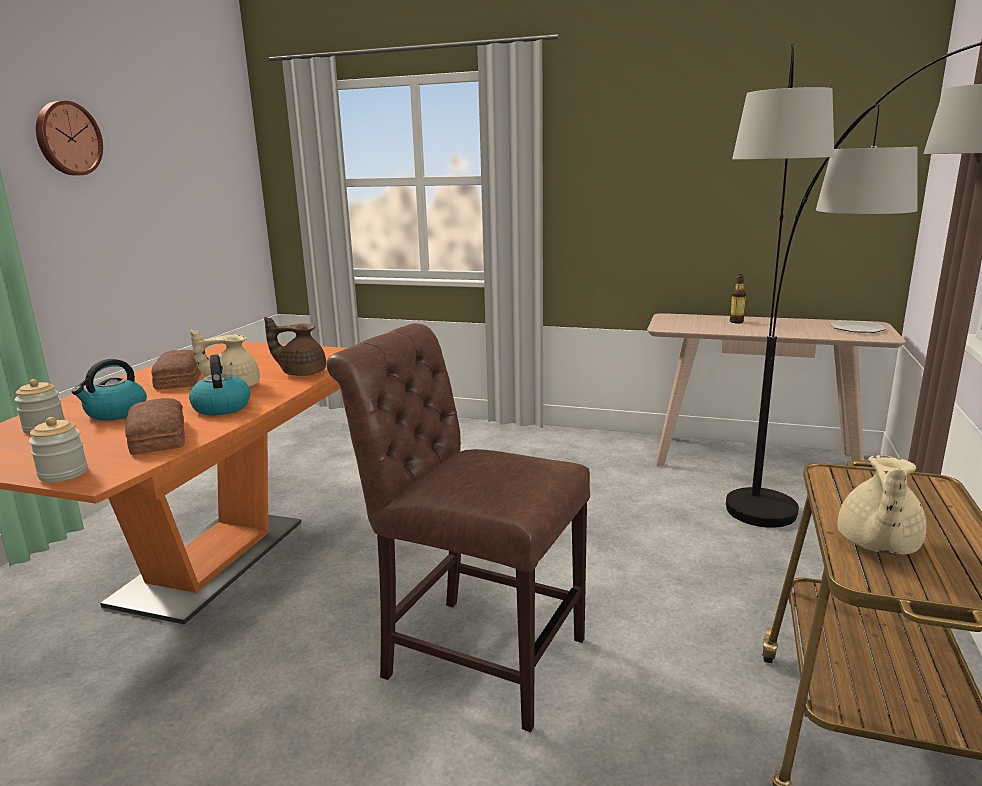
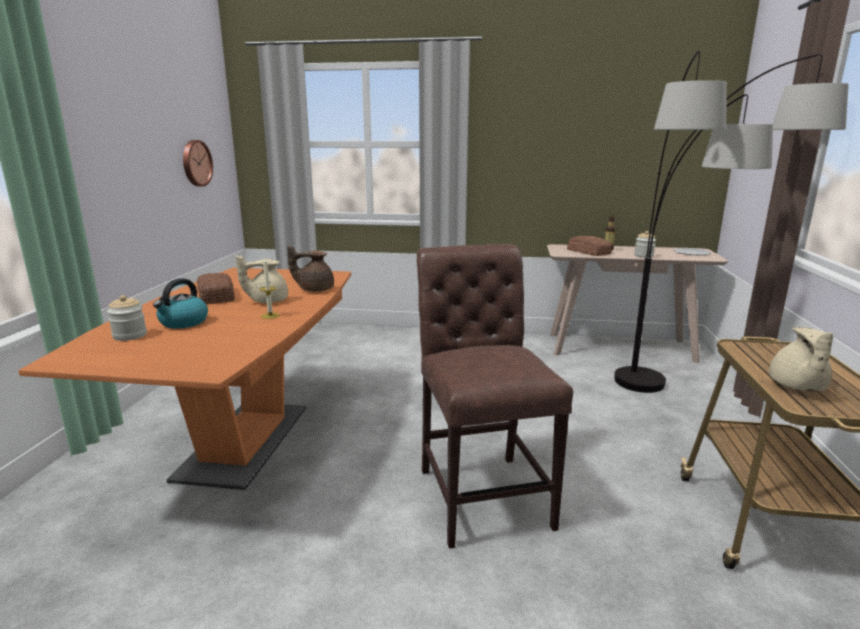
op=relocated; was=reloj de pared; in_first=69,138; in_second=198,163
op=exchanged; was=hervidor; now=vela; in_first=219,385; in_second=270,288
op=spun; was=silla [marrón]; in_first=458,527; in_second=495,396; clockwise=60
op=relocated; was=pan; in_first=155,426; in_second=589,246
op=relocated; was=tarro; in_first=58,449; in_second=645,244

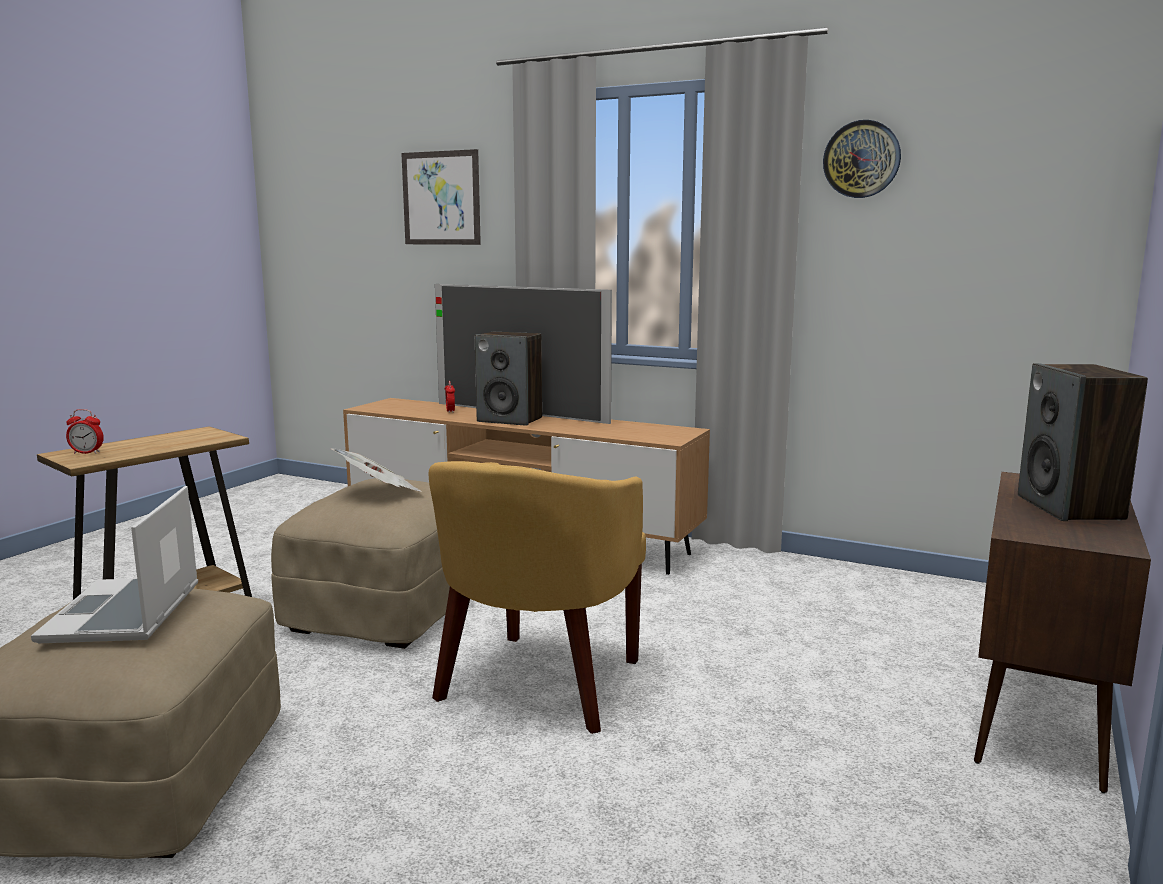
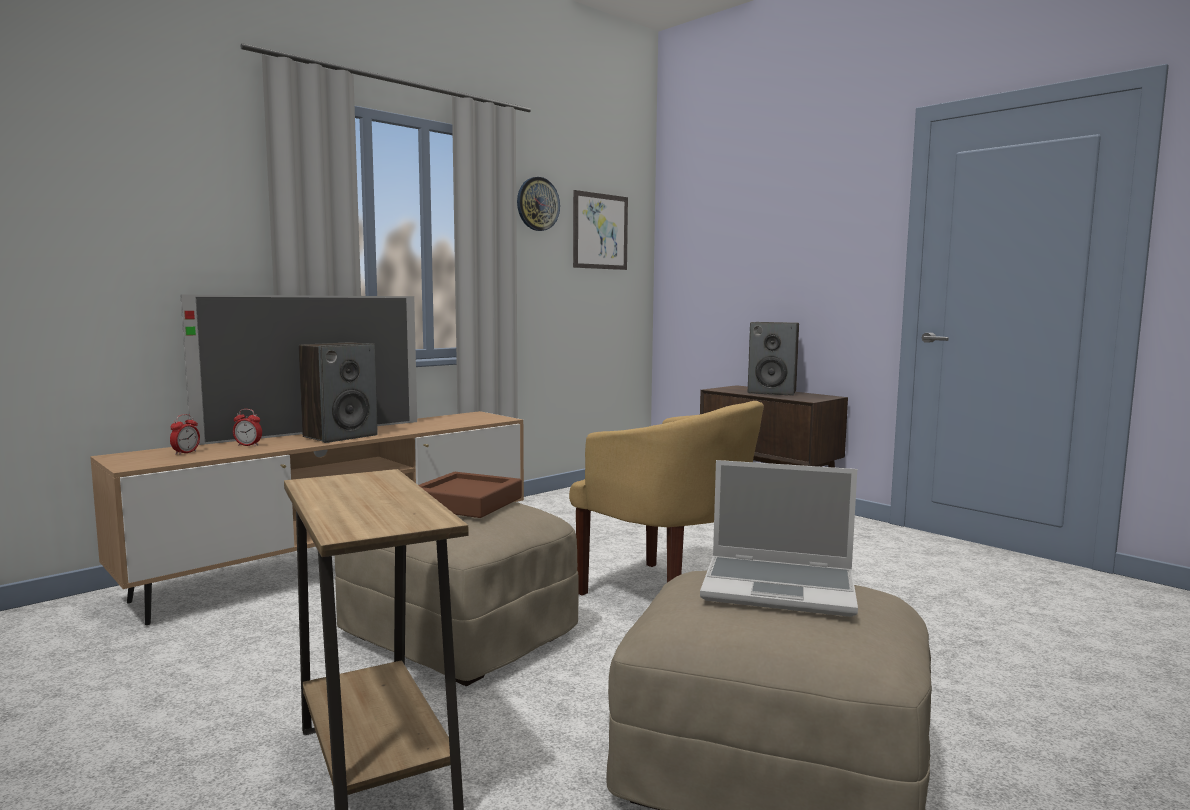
op=relocated; was=despertador; in_first=85,431; in_second=185,434
op=exchanged; was=periódico; now=bandeja [marrón]; in_first=377,470; in_second=470,495
op=relocated; was=cuadro; in_first=441,197; in_second=600,230

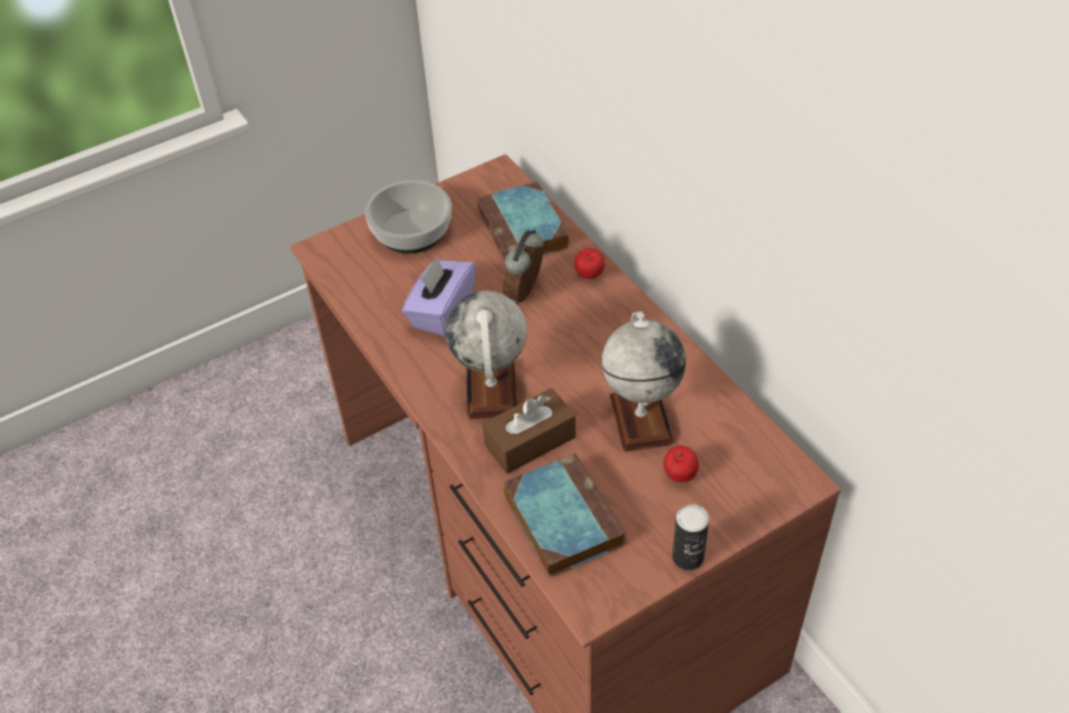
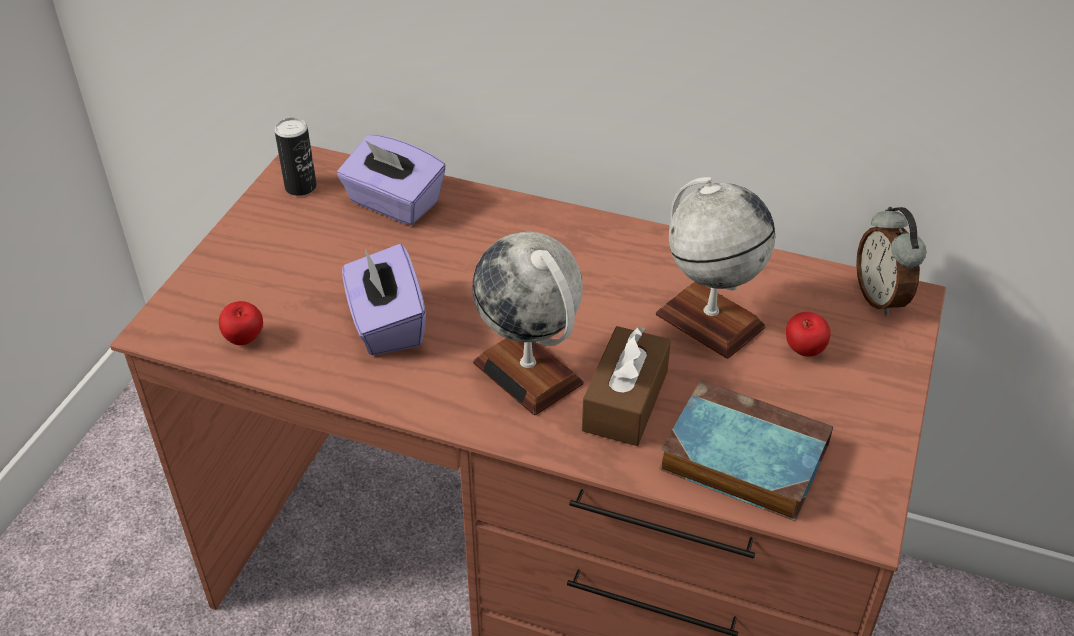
op=relocated; was=manzana; in_first=589,263; in_second=241,323
op=relocated; was=lata; in_first=690,537; in_second=295,157
op=exchanged; was=libro; now=caja de pañuelos [morado]; in_first=523,221; in_second=391,180
op=relocated; was=despertador; in_first=523,266; in_second=891,261
op=missing; was=cuenco; in_first=408,217

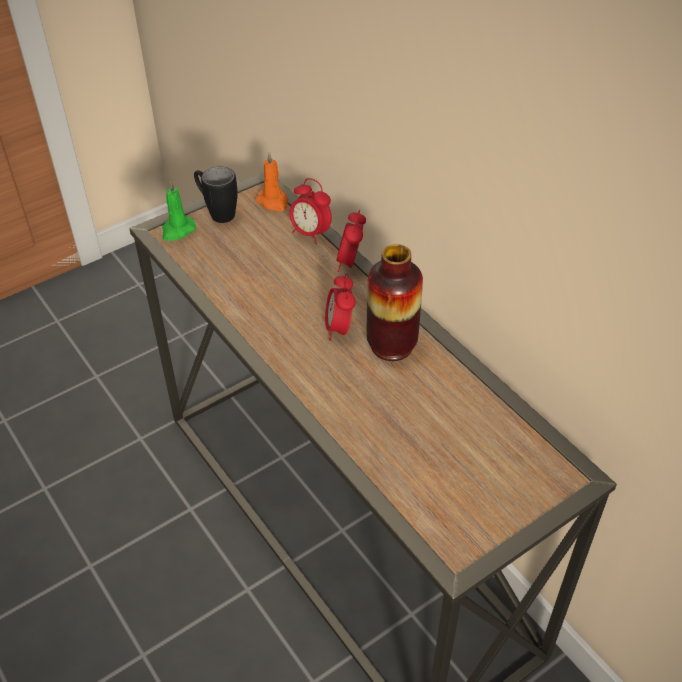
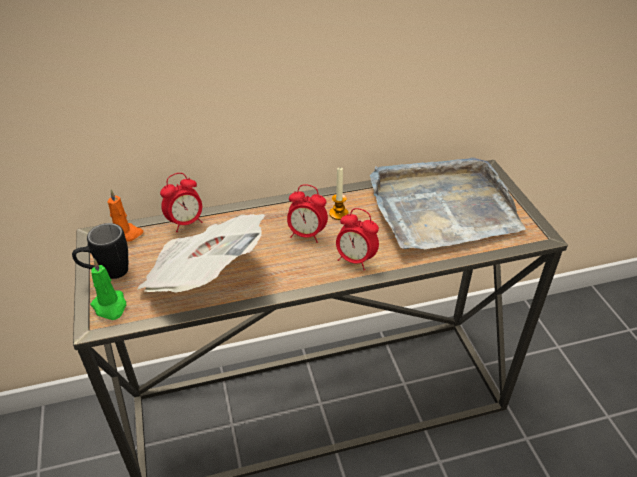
op=appeared; now=periódico; in_second=201,253
op=exchanged; was=florero; now=vela; in_first=395,302; in_second=339,194
op=relocated; was=despertador; in_first=351,241; in_second=357,239
op=appeared; now=bandeja [gris]; in_second=448,203

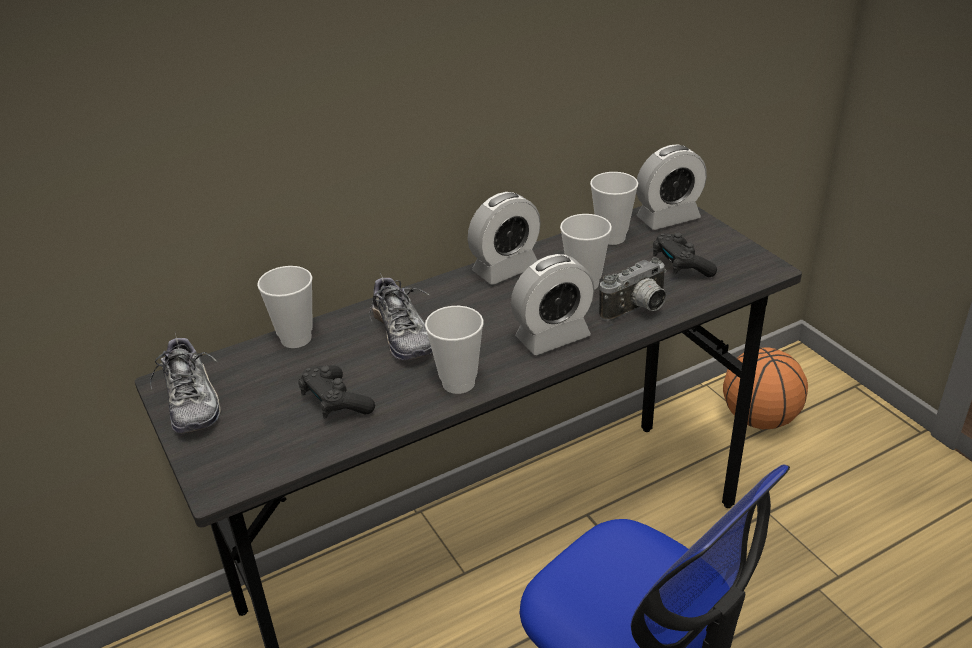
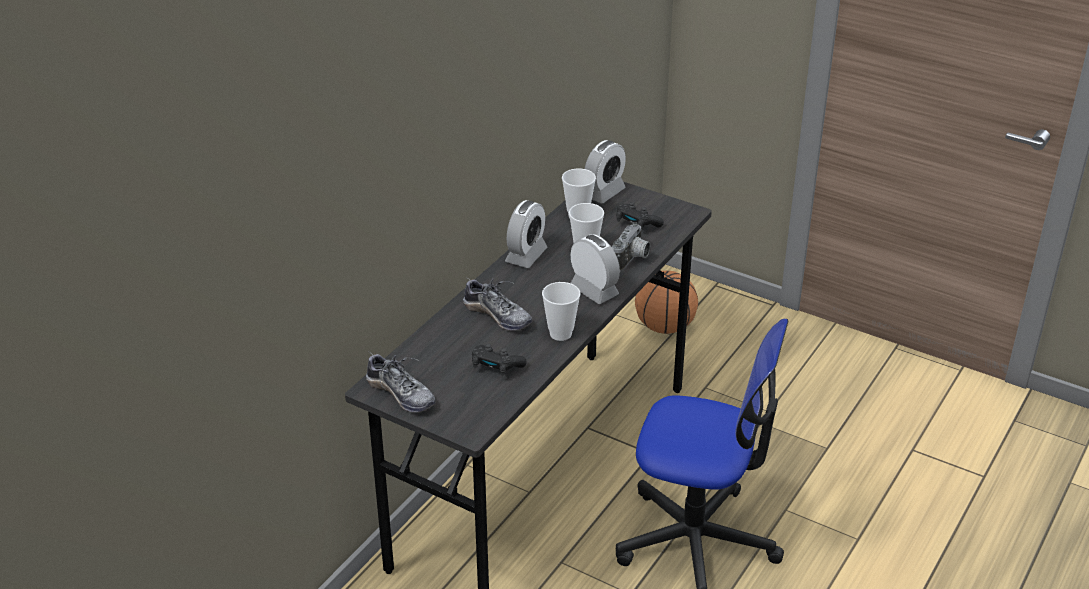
op=spun; was=despertador; in_first=552,304; in_second=595,269; clockwise=-75
op=missing; was=taza; in_first=285,307

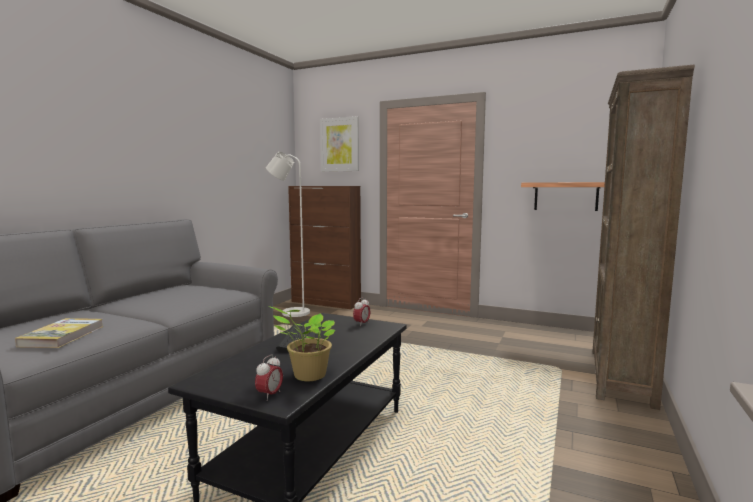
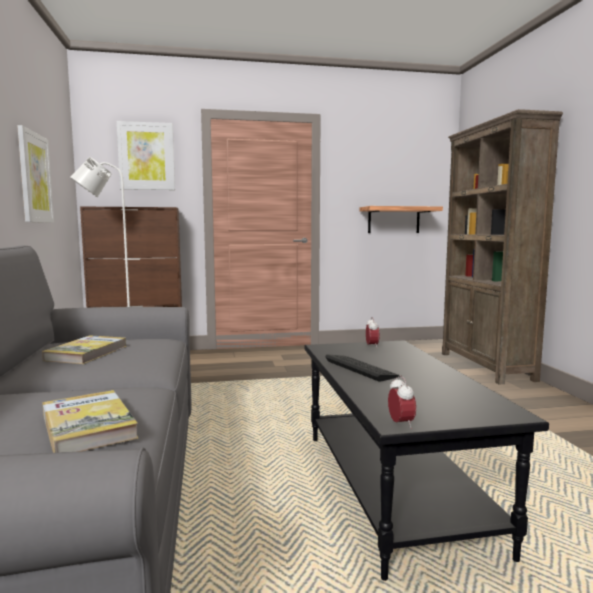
op=appeared; now=cuadro; in_second=35,174
op=appeared; now=libro; in_second=84,349
op=relocated; was=despertador; in_first=269,377; in_second=402,402
op=missing; was=planta en maceta; in_first=302,343

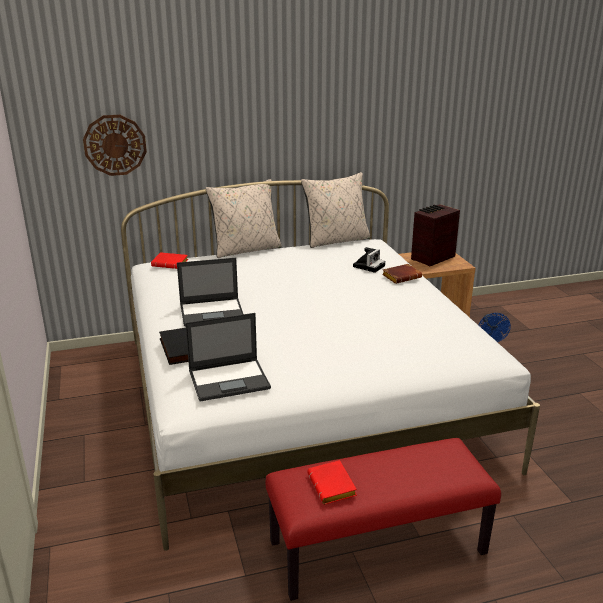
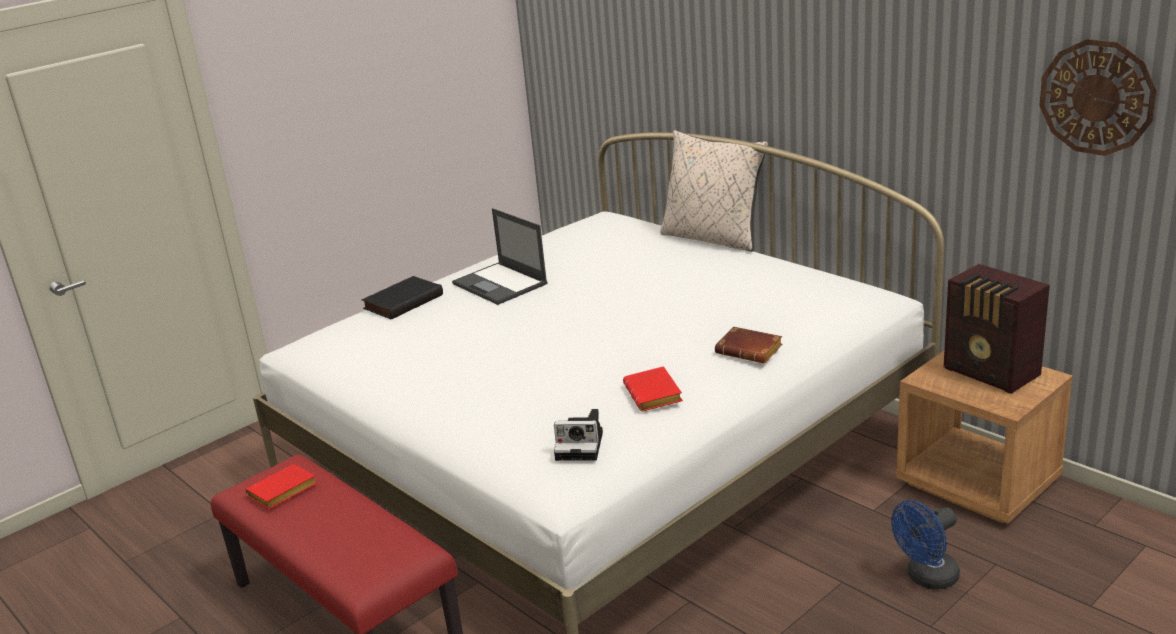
op=relocated; was=cámara; in_first=369,260; in_second=578,435
op=relocated; was=libro [rojo]; in_first=169,260; in_second=653,388
op=spun; was=radio; in_first=435,235; in_second=997,329; clockwise=-150
op=relocated; was=reloj de pared; in_first=115,145; in_second=1098,97
op=missing; was=portátil; in_first=228,357
op=missing; was=cojín [beis]; in_first=335,210

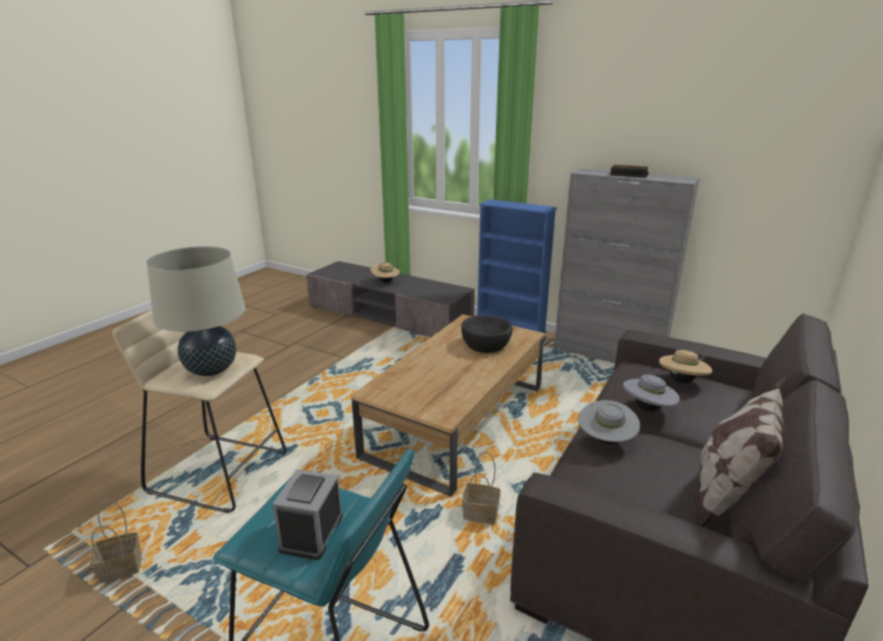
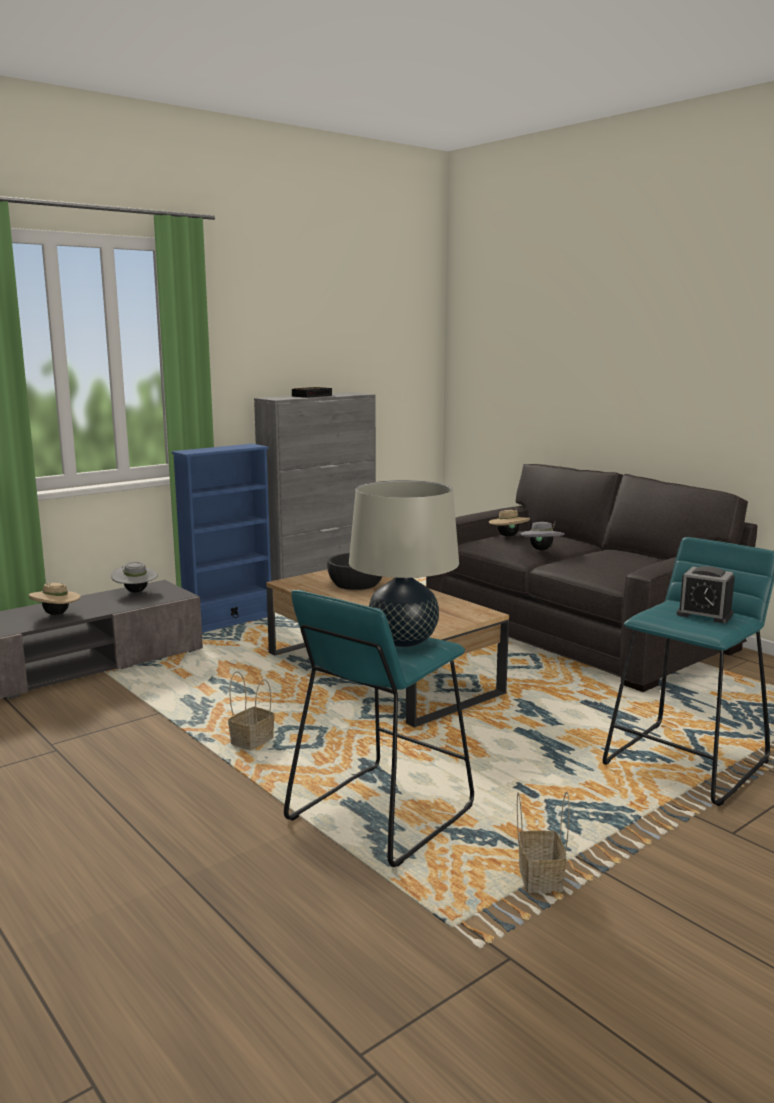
op=relocated; was=sombrero [gris]; in_first=609,422; in_second=134,577
op=relocated; was=cesta; in_first=481,488; in_second=251,710
op=colour; was=taburete [beis]; now=taburete [turquesa]; in_first=200,411; in_second=379,728
op=missing; was=cojín; in_first=740,451

